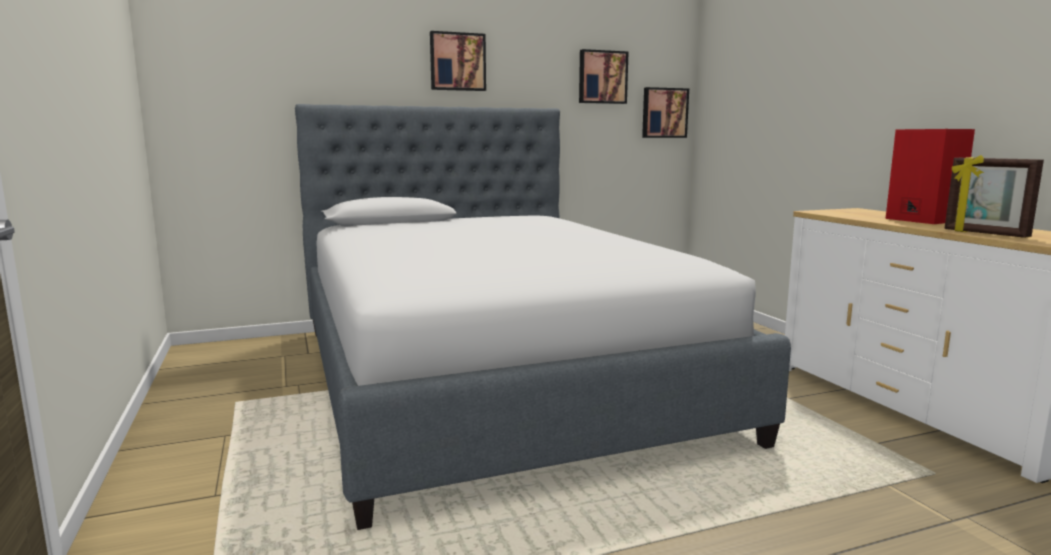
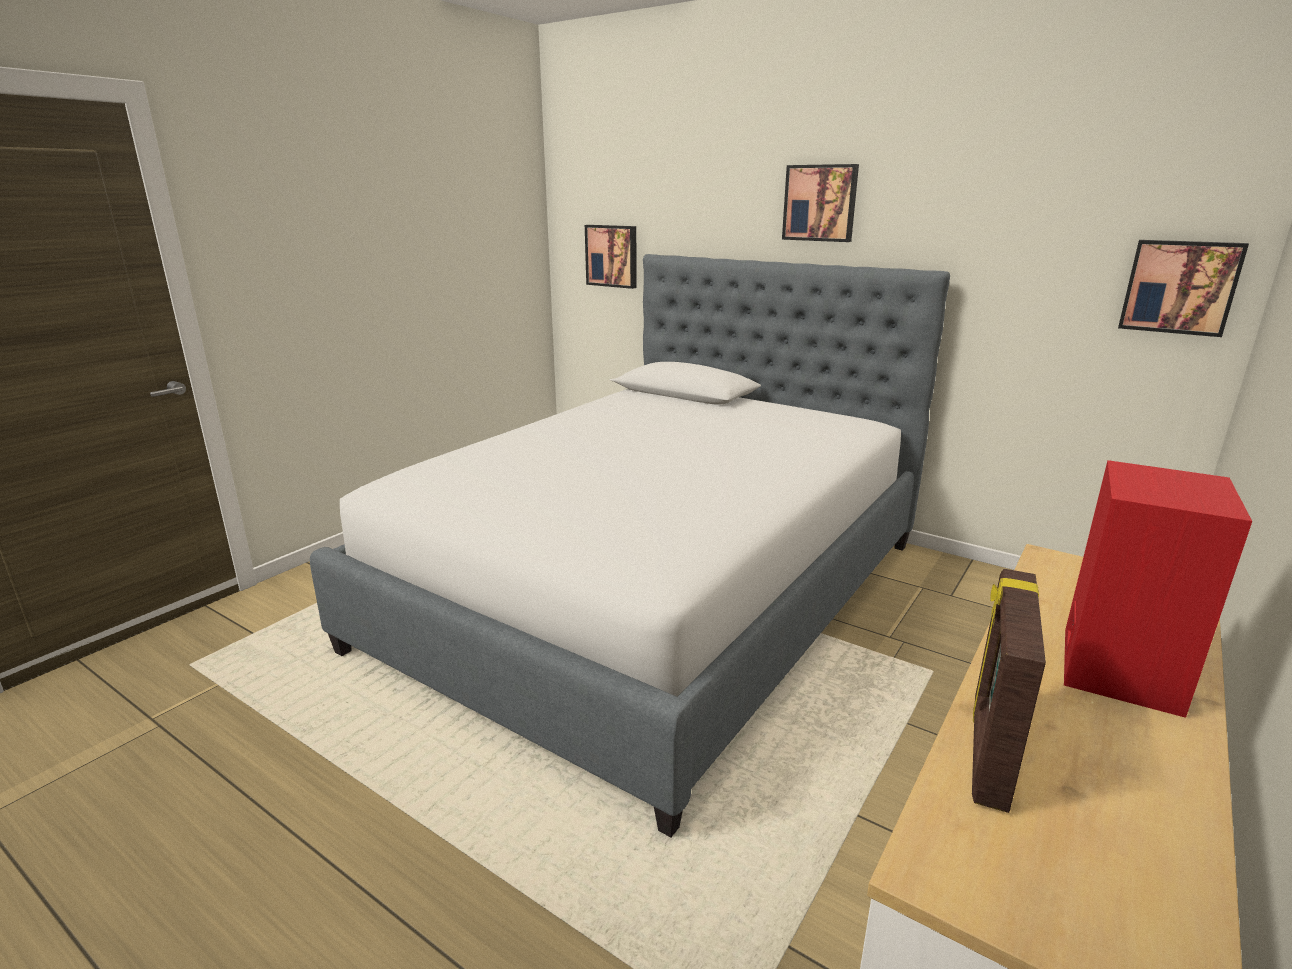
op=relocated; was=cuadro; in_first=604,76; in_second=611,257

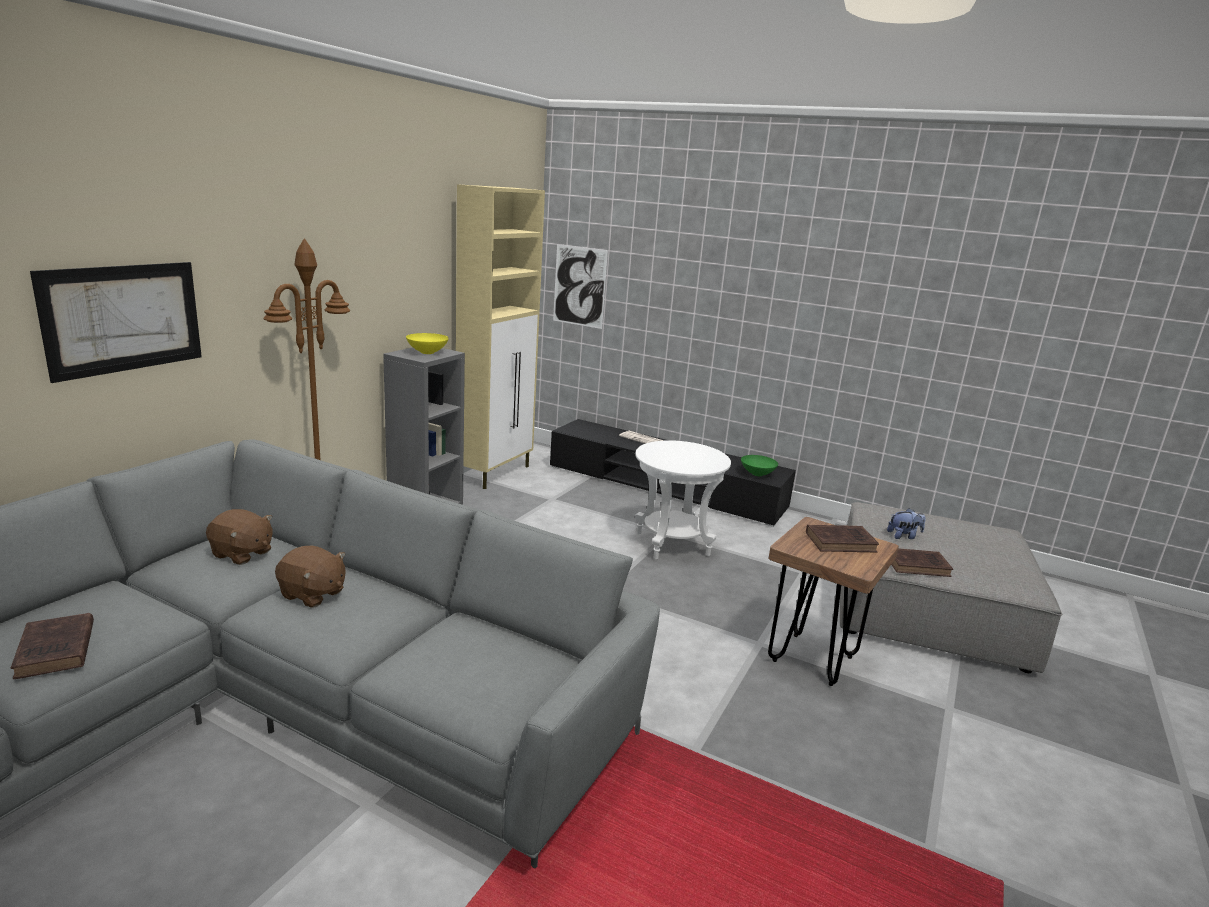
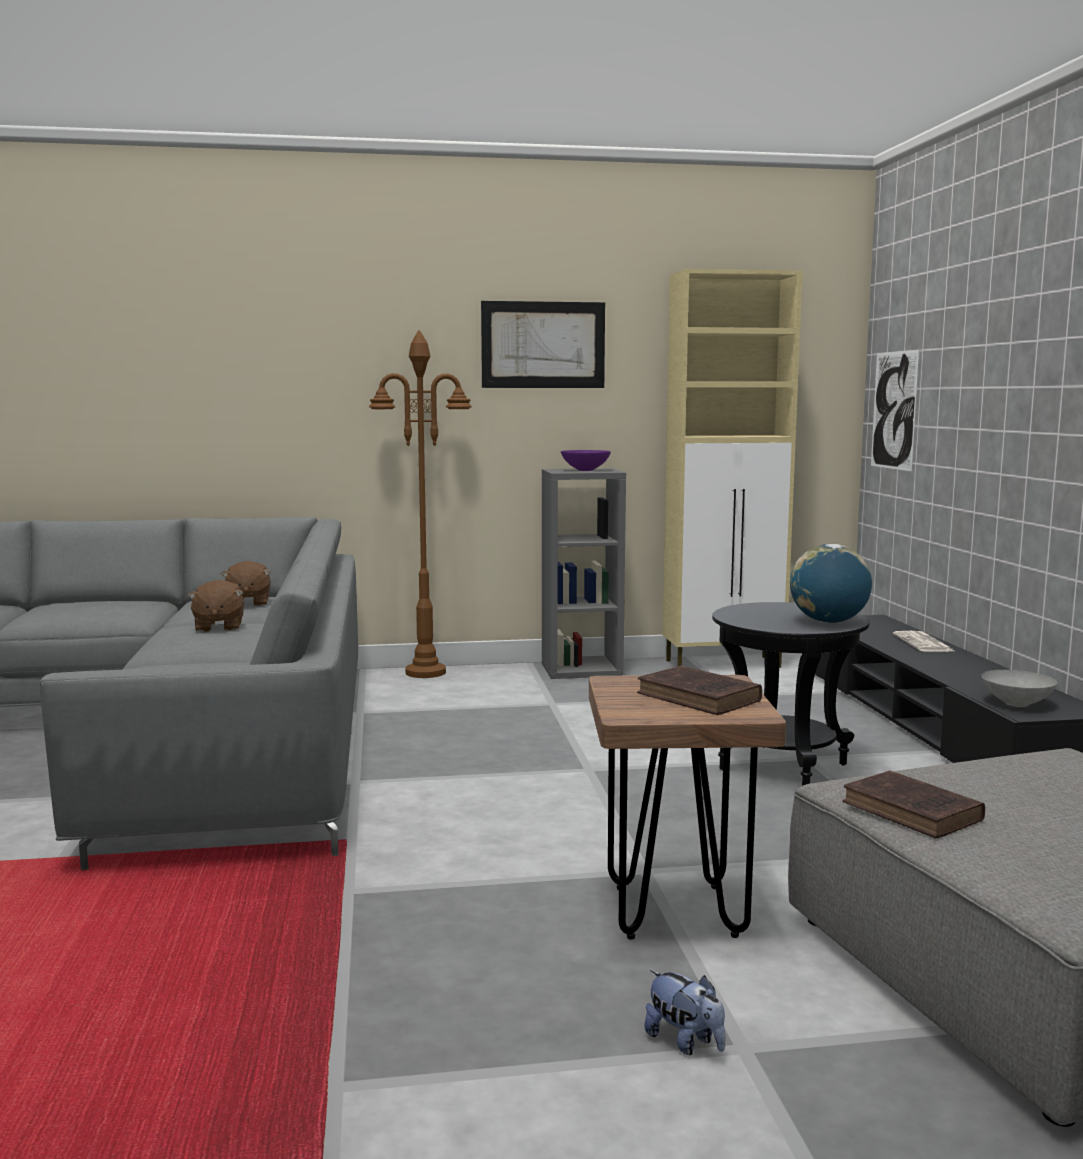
op=relocated; was=cuadro; in_first=116,322; in_second=543,344
op=colour; was=cuenco [amarillo]; now=cuenco [morado]; in_first=427,343; in_second=586,460
op=relocated; was=peluche; in_first=906,523; in_second=685,1012
op=colour; was=mesa auxiliar [blanco]; now=mesa auxiliar [negro]; in_first=683,500; in_second=791,694
op=appeared; now=globo terráqueo; in_second=831,583
op=colour; was=cuenco [verde]; now=cuenco [gris]; in_first=759,465; in_second=1019,688
op=missing; was=libro [marrón]; in_first=52,646

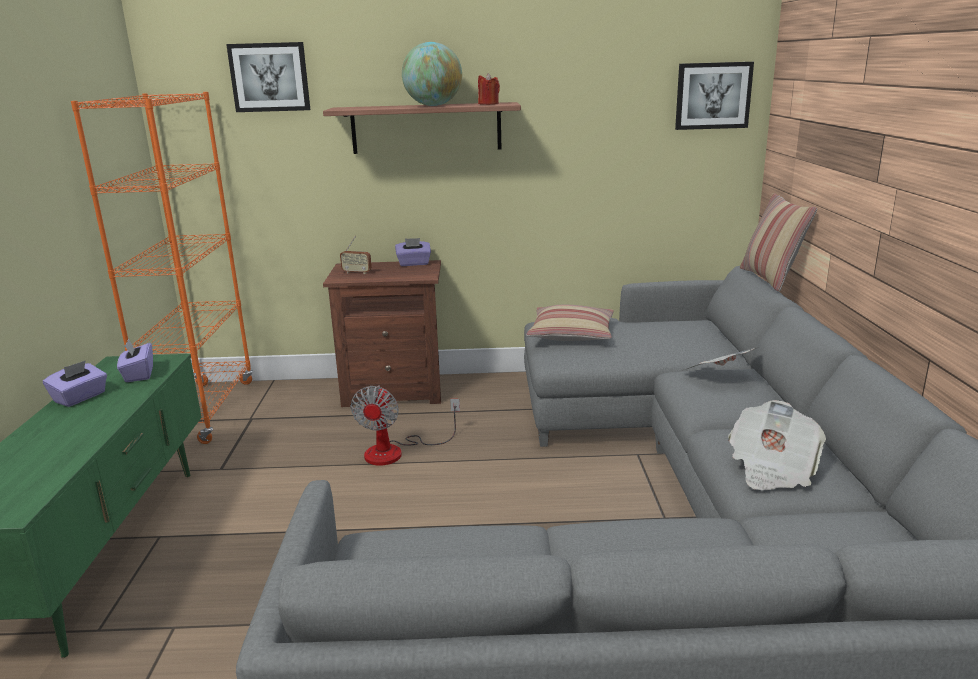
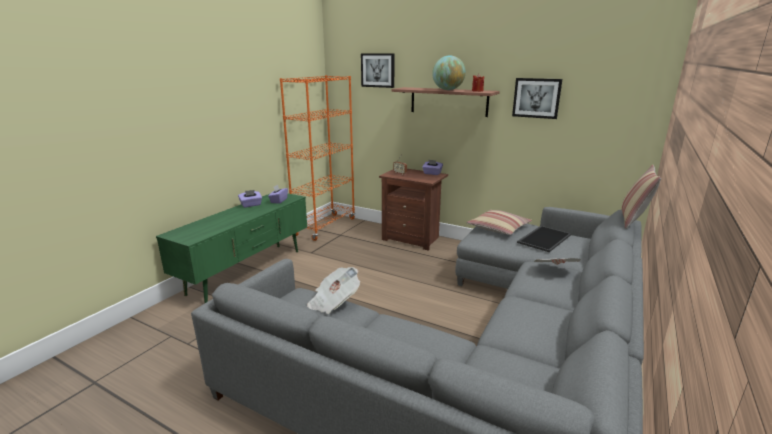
op=relocated; was=periódico; in_first=777,445; in_second=333,290
op=relocated; was=cuadro; in_first=714,96; in_second=537,98
op=appeared; now=bandeja; in_second=544,239
op=missing; was=ventilador; in_first=405,425

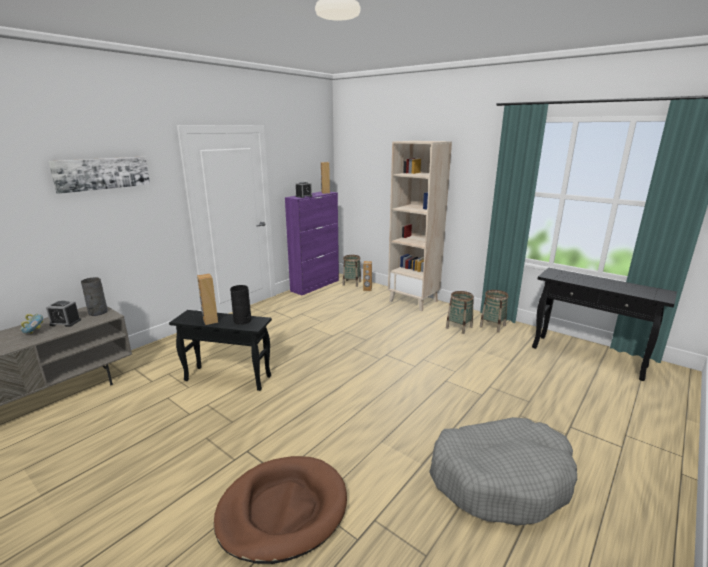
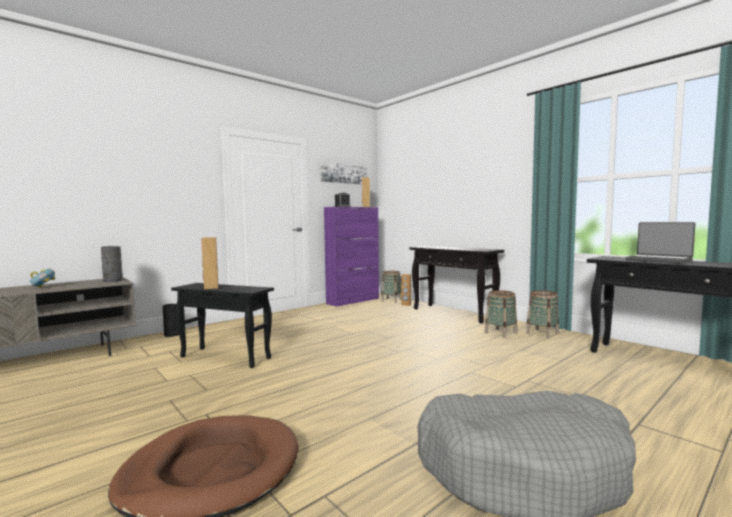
op=relocated; was=florero [negro]; in_first=240,305; in_second=171,320
op=relocated; was=cuadro; in_first=99,175; in_second=344,172
op=exchanged; was=estantería [beis]; now=mesa consola [negro]; in_first=420,226; in_second=457,285
op=appeared; now=portátil; in_second=661,243
op=missing; was=despertador; in_first=63,314

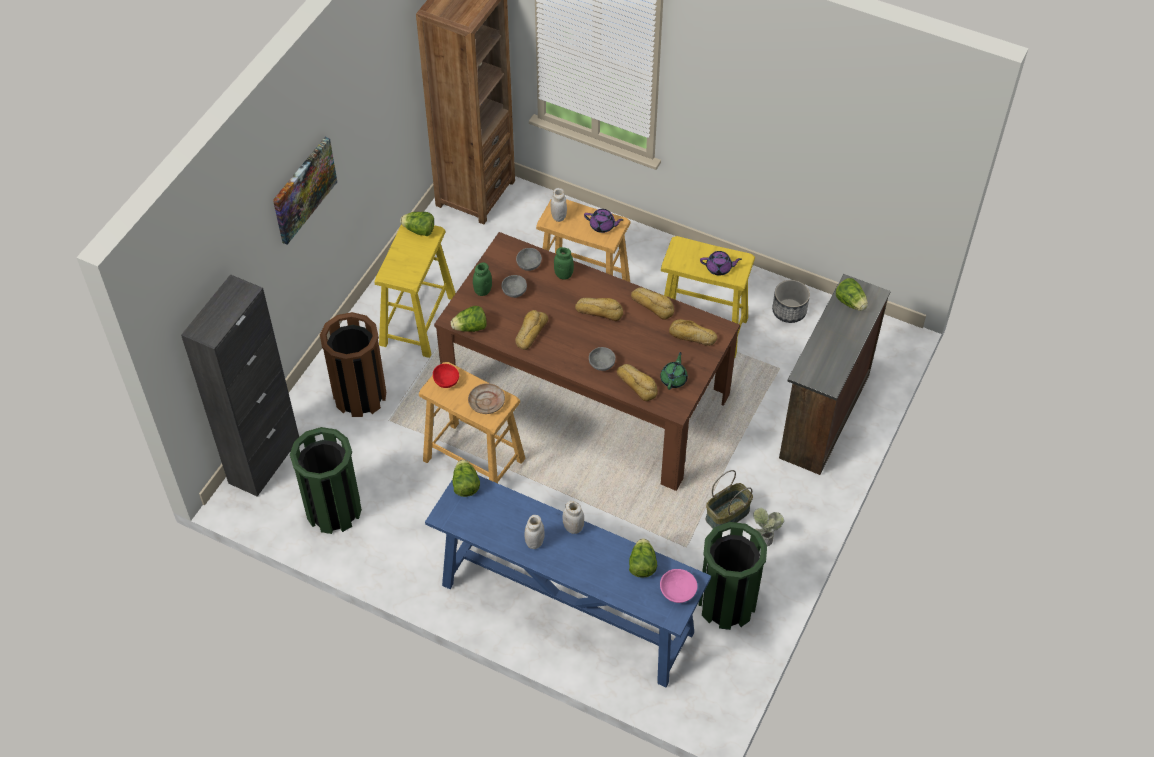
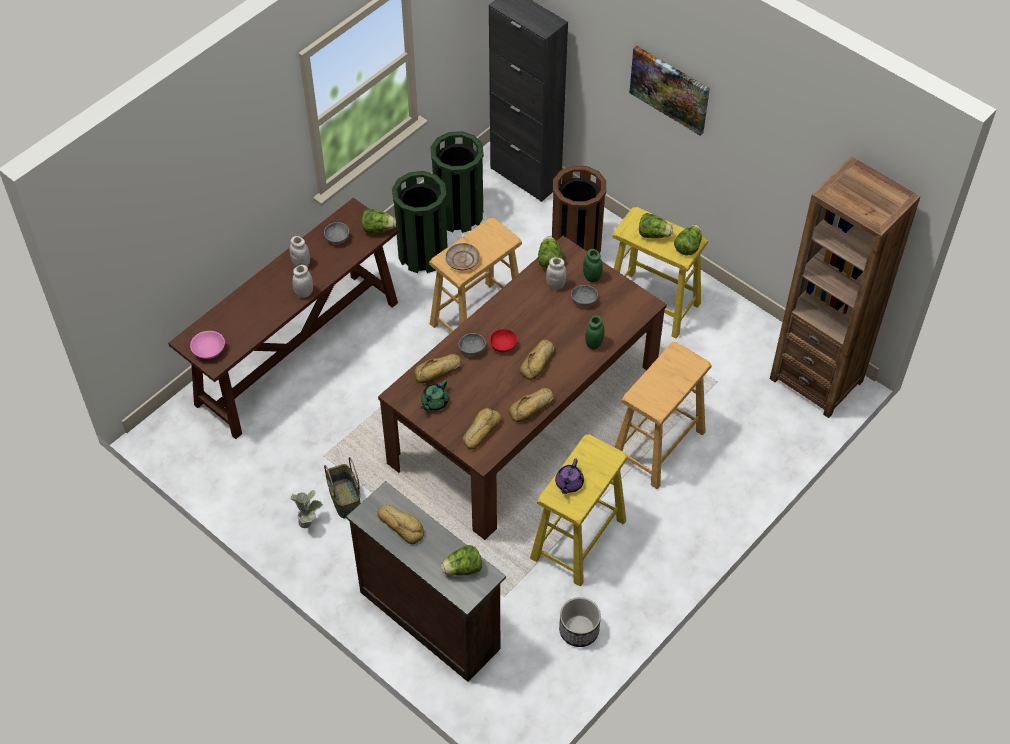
op=colour; was=mesa consola [azul]; now=mesa consola [marrón]; in_first=568,581; in_second=283,318
op=relocated; was=cuenco [gris]; in_first=529,259; in_second=336,233
op=relocated; was=pan; in_first=532,330; in_second=400,524
op=relocated; was=papelera [verde]; in_first=732,576; in_second=420,222
op=spun; was=tetera [verde]; in_first=674,371; in_second=435,395; clockwise=90
op=relocated; was=cuenco [rojo]; in_first=446,376; in_second=503,340
op=relocated; was=tarro [blanco]; in_first=558,205; in_second=556,273
op=relocated; was=lechuga; in_first=643,558; in_second=656,225
op=missing; was=tetera [morado]; in_first=603,221

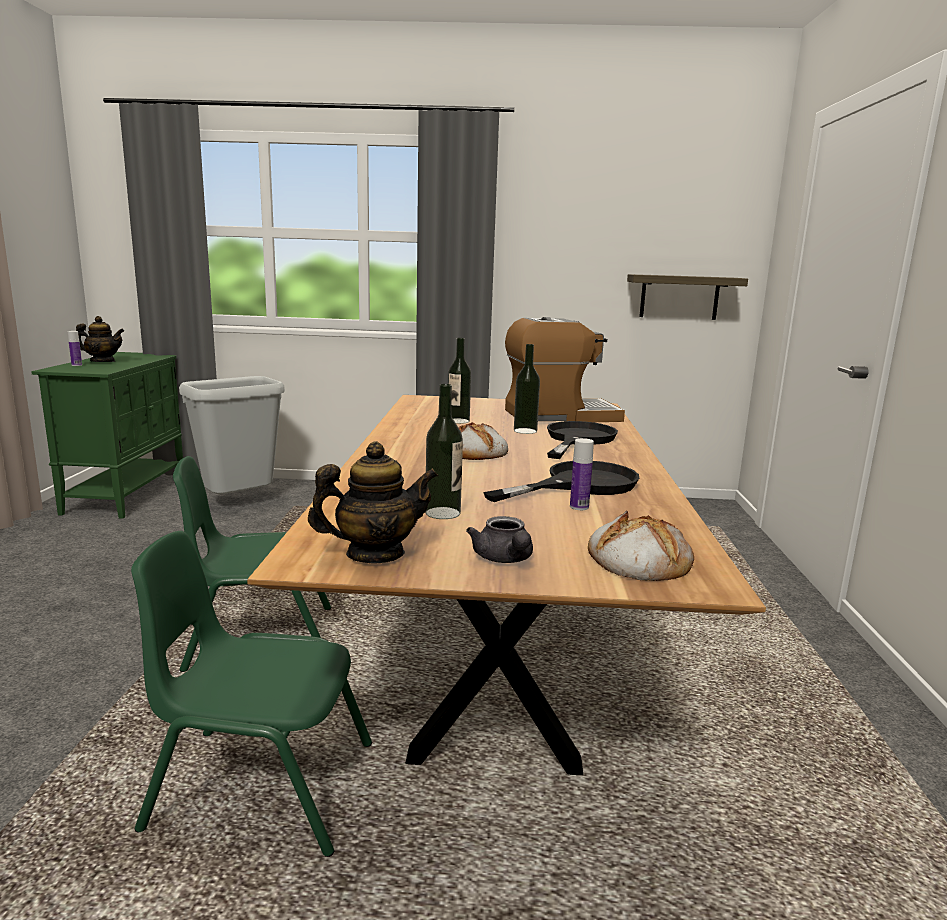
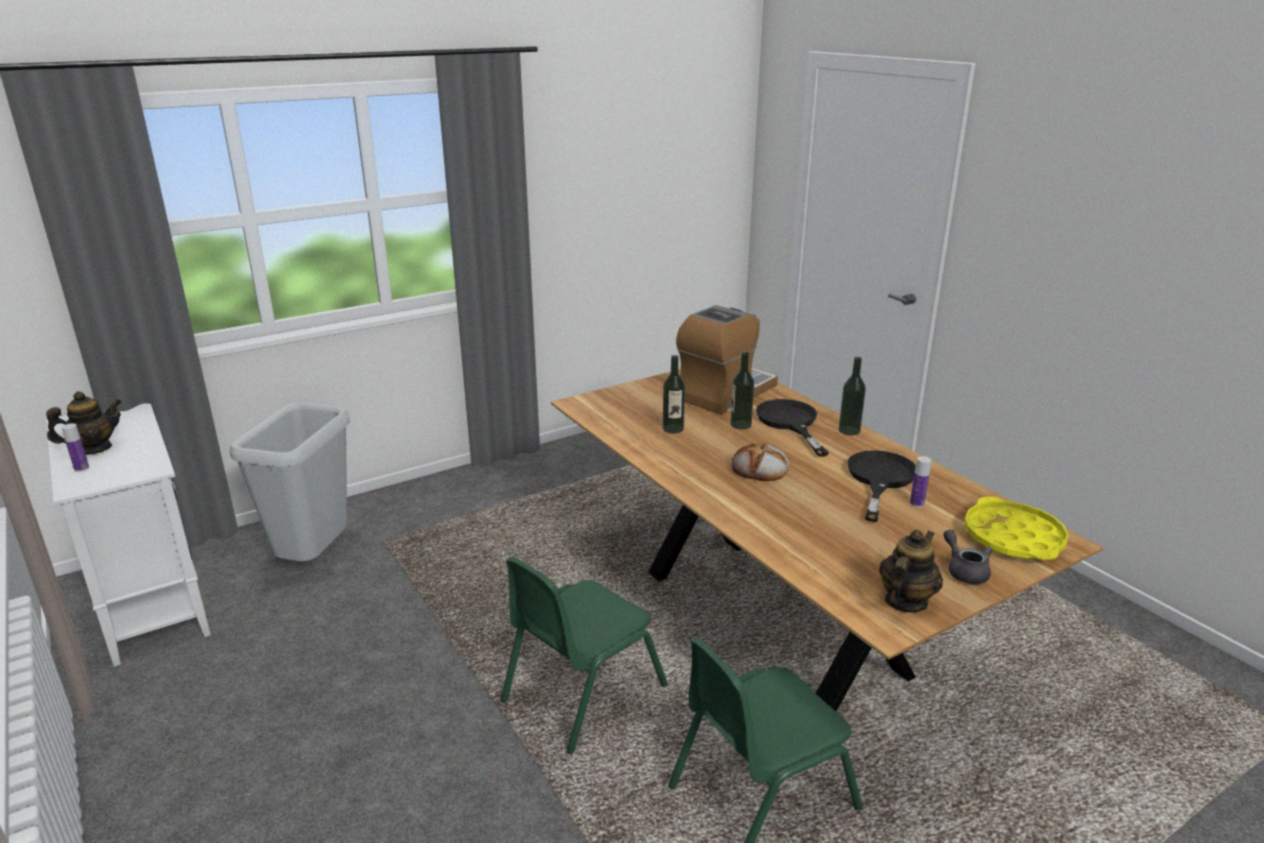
op=colour; was=armario [verde]; now=armario [blanco]; in_first=107,435; in_second=128,534
op=relocated; was=botella; in_first=444,451; in_second=852,396
op=spun; was=tetera [gris]; in_first=499,539; in_second=968,557; clockwise=-150
op=exchanged; was=pan; now=bandeja [amarillo]; in_first=641,546; in_second=1016,528
op=missing; was=estante; in_first=687,297

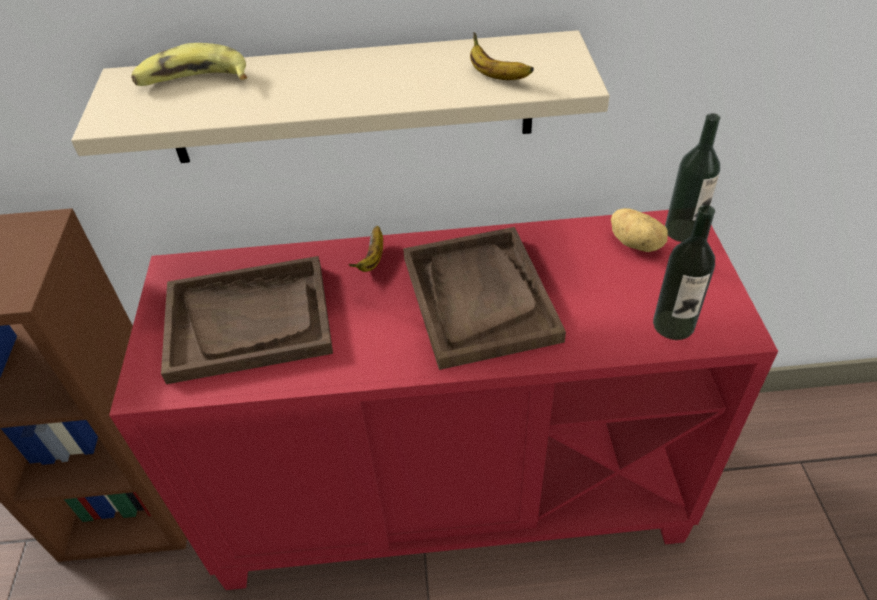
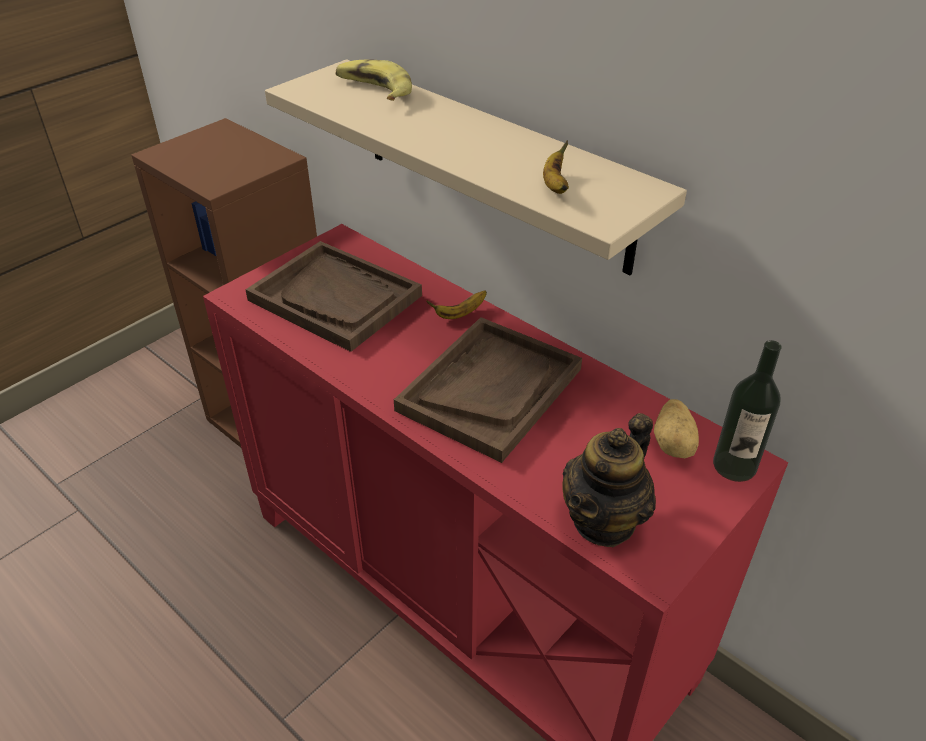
op=exchanged; was=botella; now=tetera; in_first=684,272; in_second=609,480

